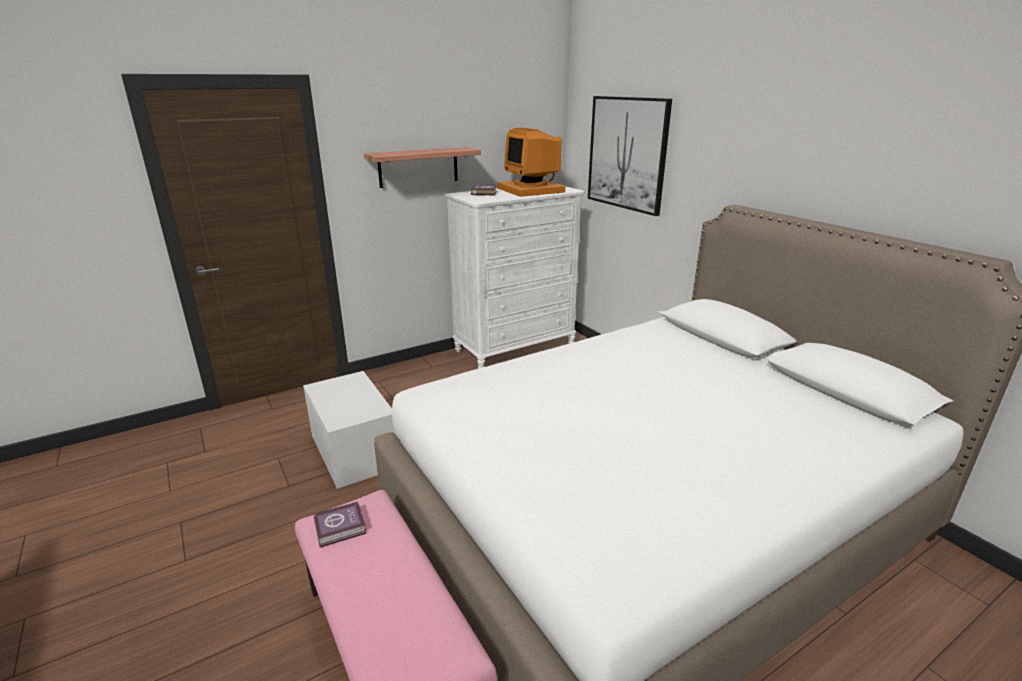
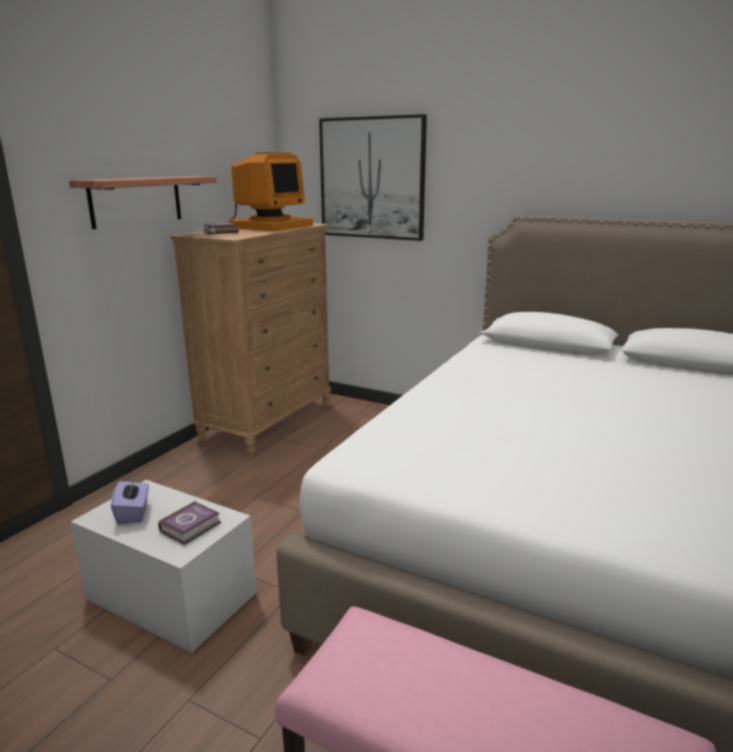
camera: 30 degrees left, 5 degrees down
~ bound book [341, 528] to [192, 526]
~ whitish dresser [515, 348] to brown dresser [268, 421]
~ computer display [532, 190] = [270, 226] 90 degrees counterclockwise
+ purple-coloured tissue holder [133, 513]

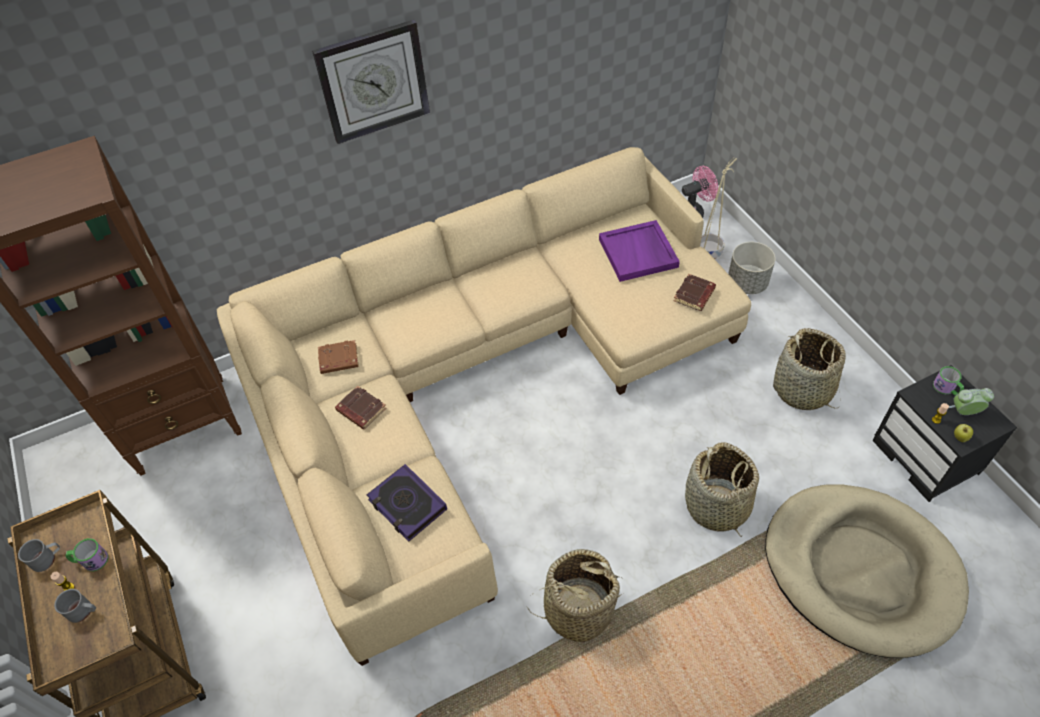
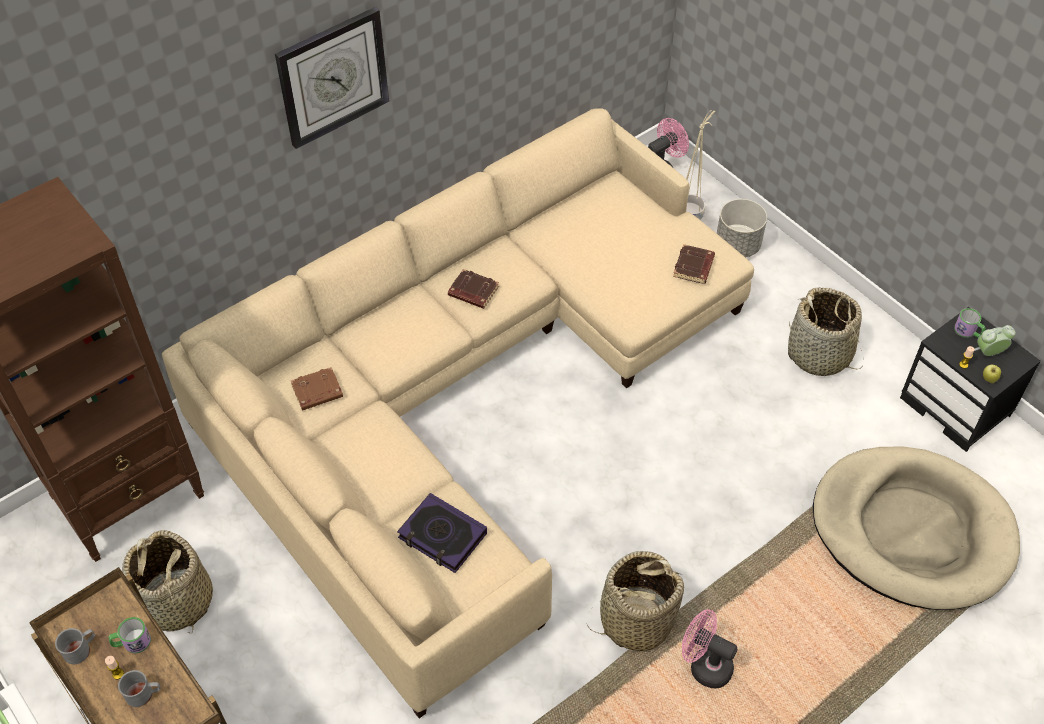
camera: 15 degrees left, 0 degrees up
~ brown bound book [360, 410] to [472, 292]
- purple-coloured carrying tray [639, 253]
~ household basket [716, 506] to [176, 602]
+ pinkish fan [704, 665]

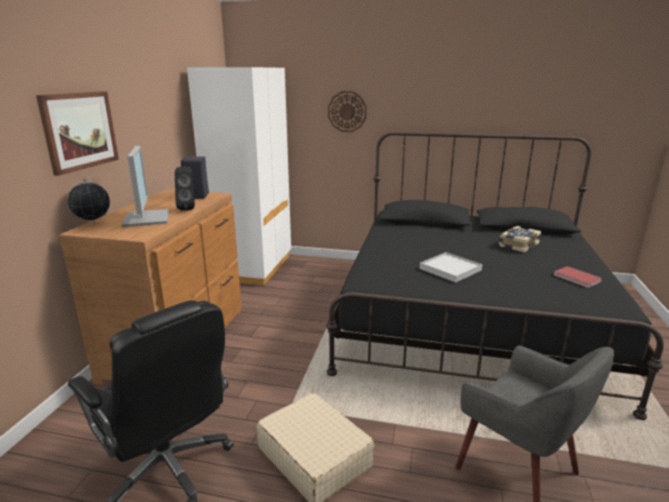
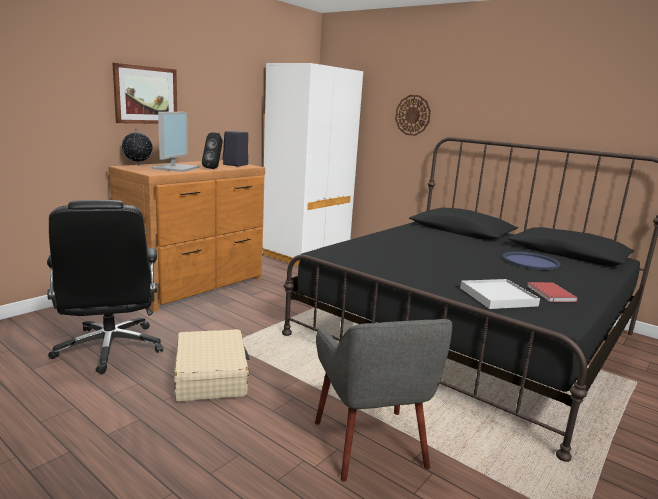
camera: 25 degrees right, 5 degrees down
~ whitish carrying tray [450, 269] to [498, 297]
~ bound book [517, 245] to blue carrying tray [530, 261]

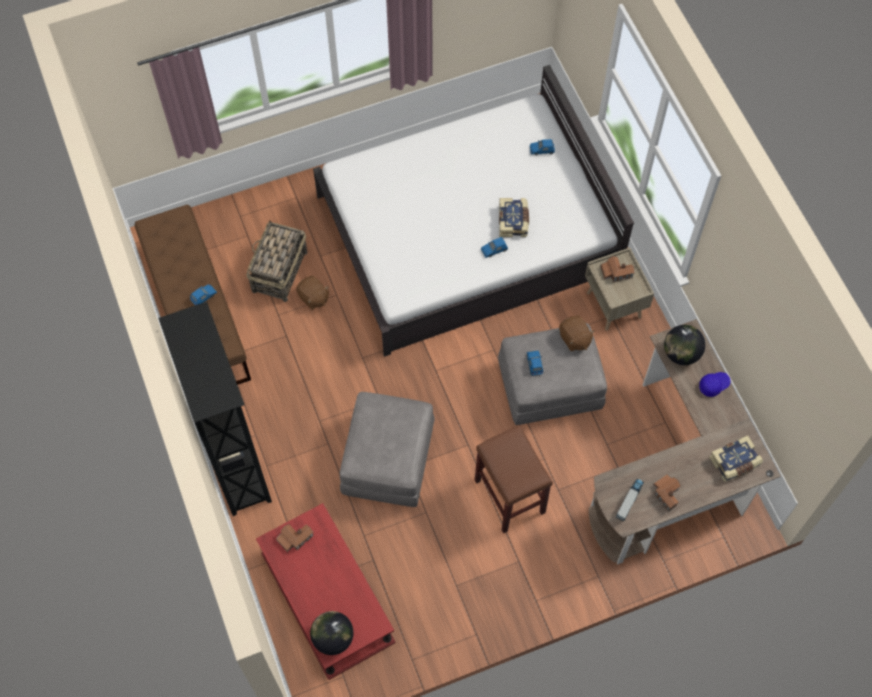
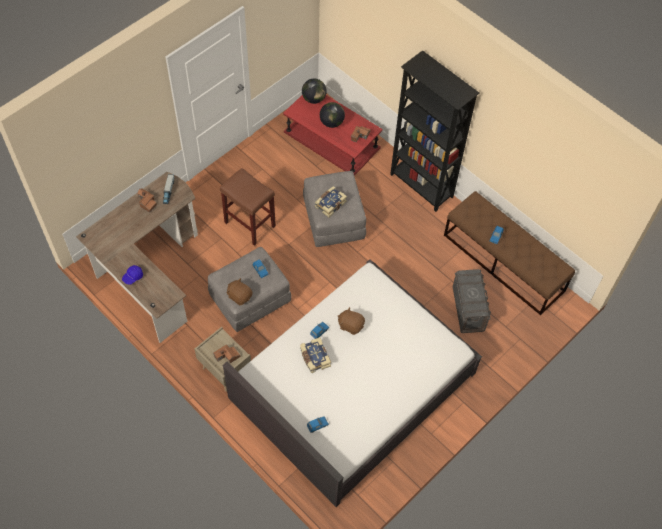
camera: 155 degrees right, 5 degrees down
~ household basket [279, 272] to gray storage container [468, 309]
~ brown soft toy [313, 298] to [351, 325]
~ globe [681, 353] to [331, 123]
~ bound book [735, 462] to [330, 204]

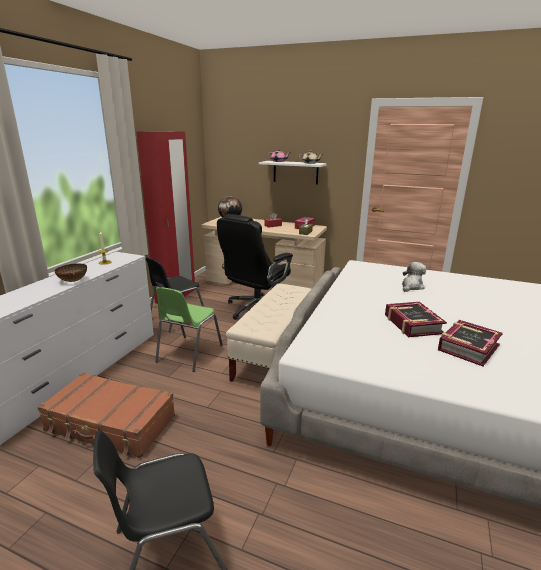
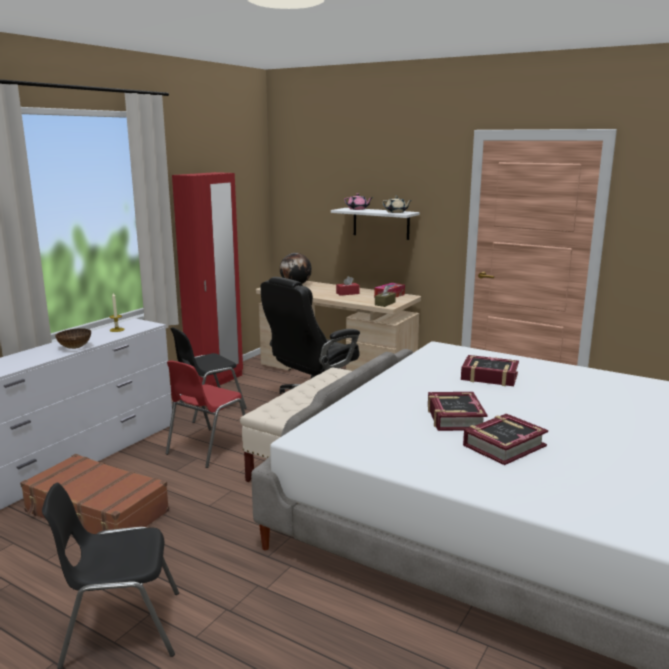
camera: 10 degrees right, 5 degrees down
~ green chair [188, 354] to red chair [208, 448]
~ soft toy [411, 286] to bound book [489, 377]

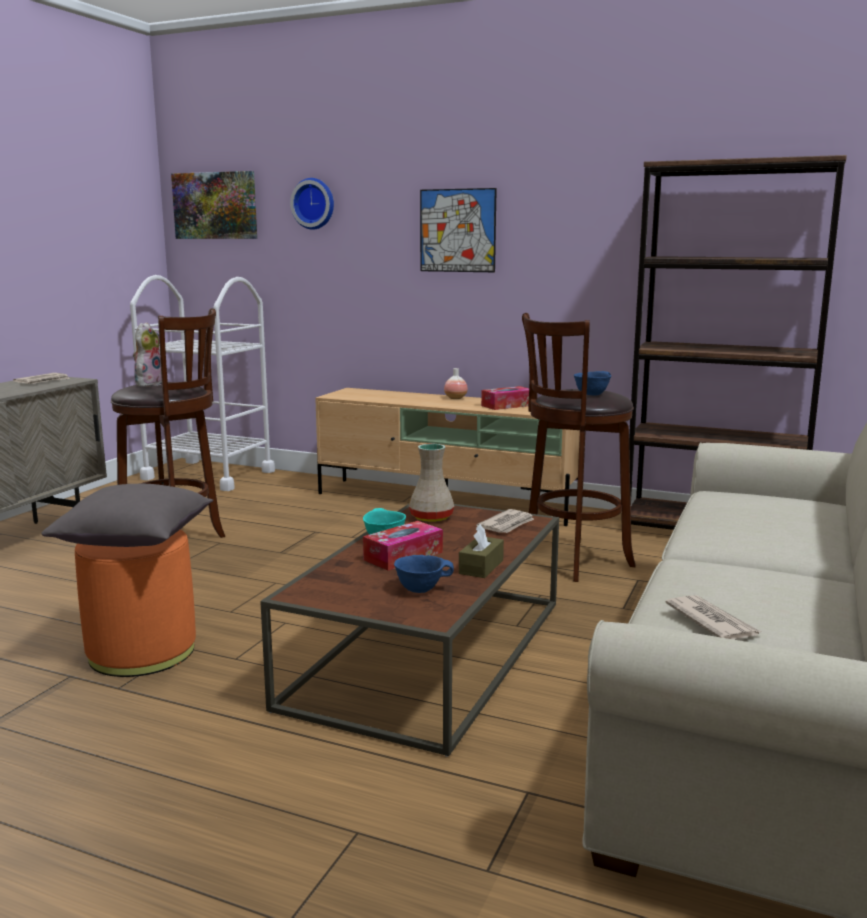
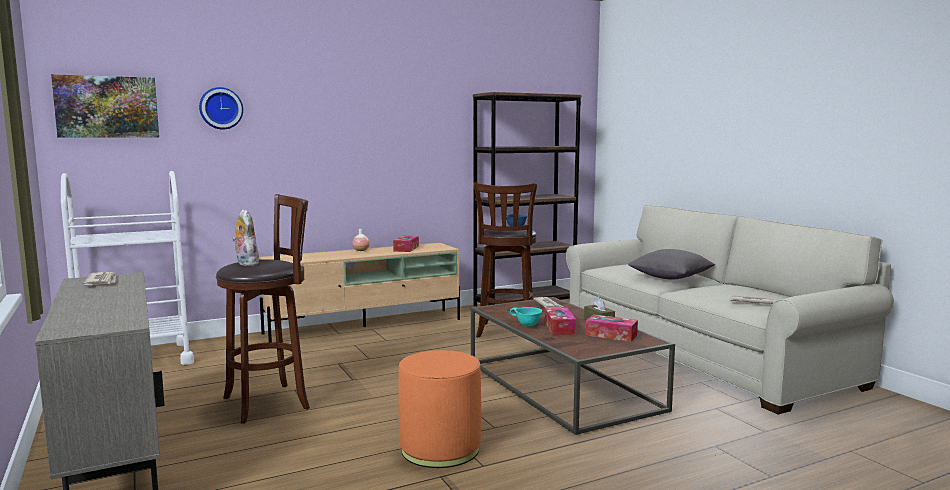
camera: 50 degrees left, 5 degrees down
~ gray cushion [135, 541] to [671, 277]
~ blue serving bowl [420, 589] to tissue holder [611, 335]
- beige decorative vase [430, 517]
- wall picture [457, 230]

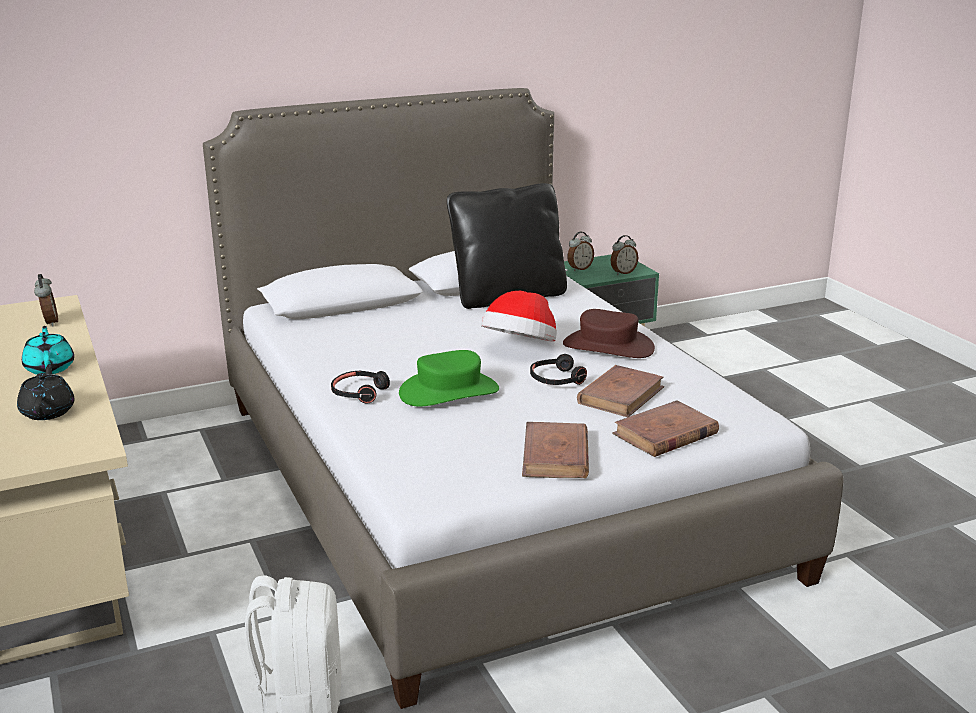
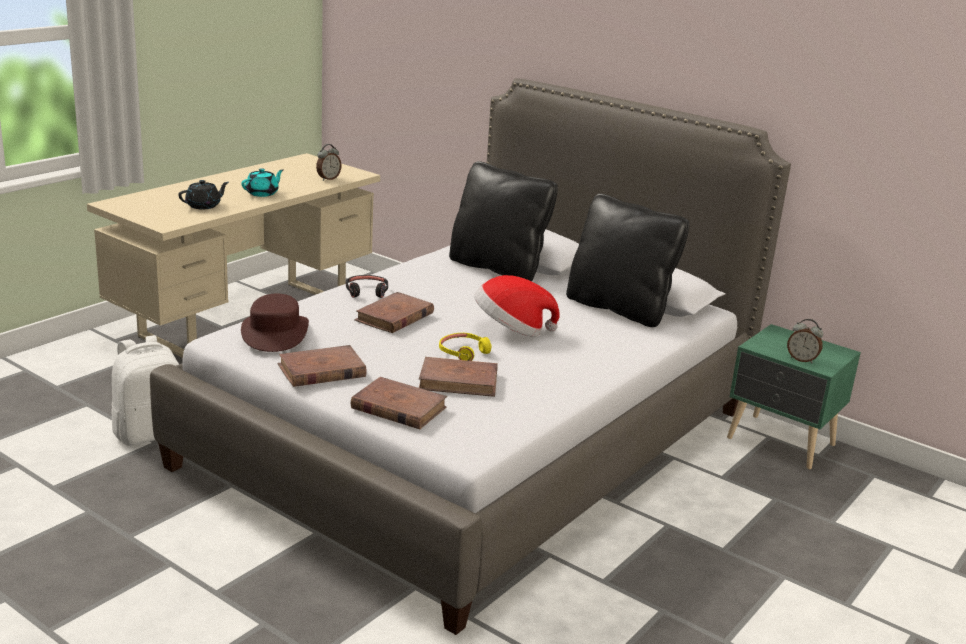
camera: 60 degrees right, 0 degrees up
~ green wearable hat [449, 391] to brown bound book [394, 317]
~ black-coloured headset [556, 379] to yellowish headset [463, 352]
~ brown wearable hat [608, 346] to [275, 333]
- table clock [579, 268]
+ black-coloured cushion [498, 268]

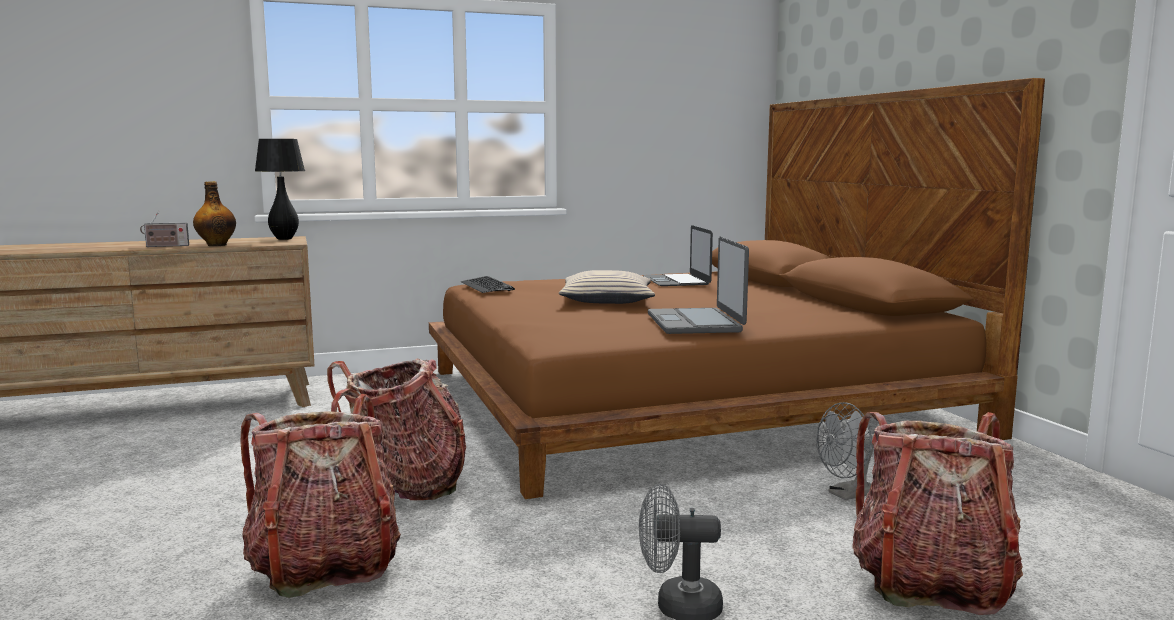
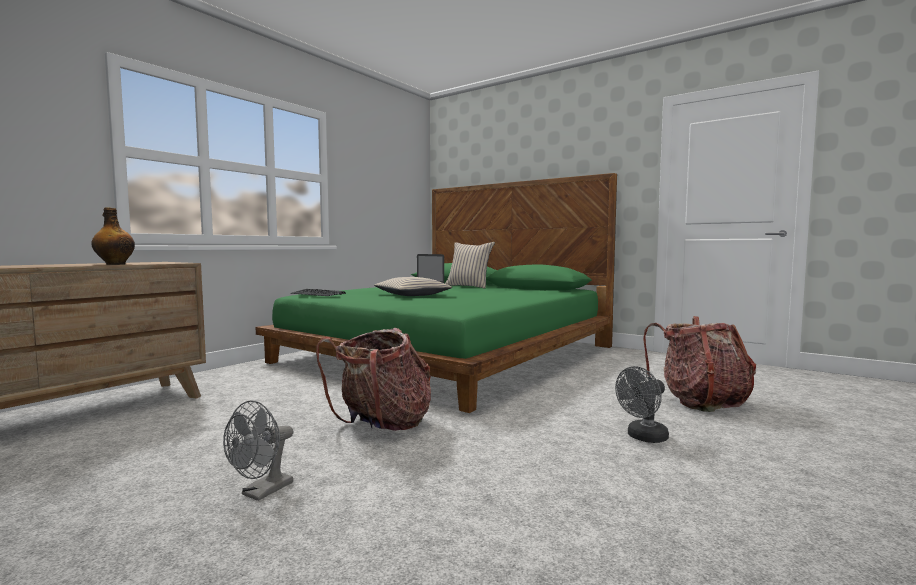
camera: 35 degrees left, 5 degrees down
- radio [165, 246]
- knapsack [324, 566]
- black-coloured tabletop lamp [284, 239]
~ brown bed [681, 400] to green bed [447, 354]
- portable computer [695, 323]
~ gray fan [847, 494] to [262, 492]
+ beige cushion [469, 286]

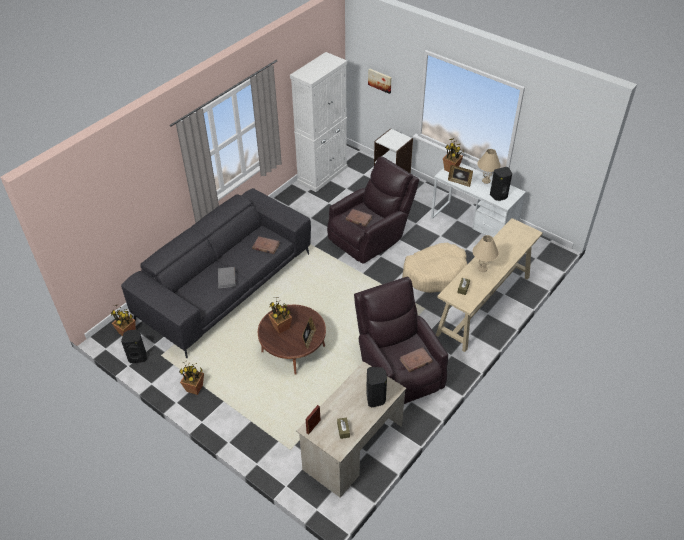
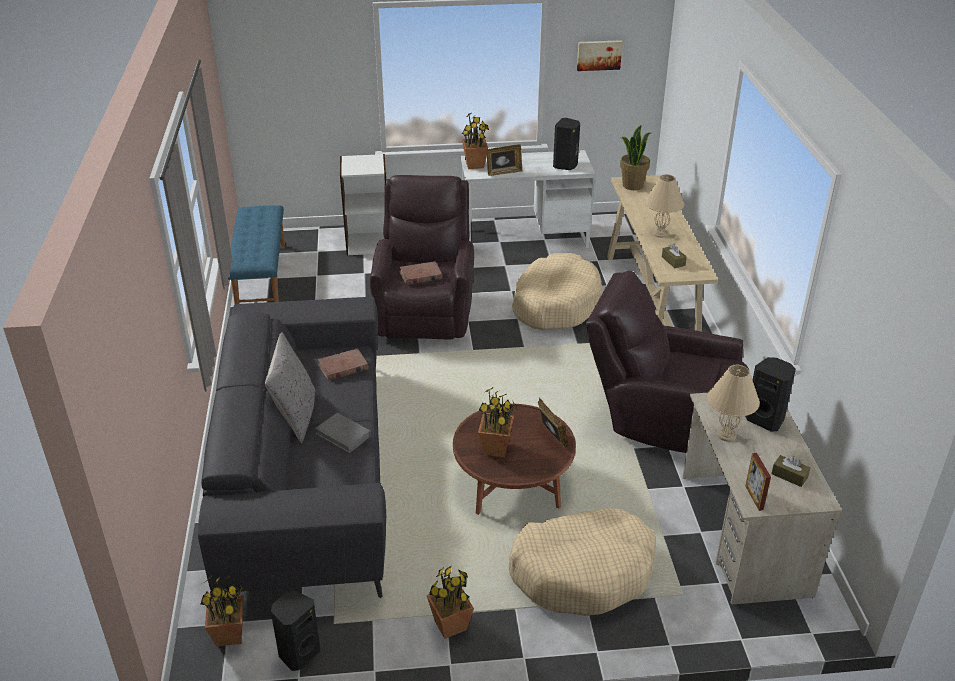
camera: 45 degrees left, 10 degrees down
~ whitish cupboard [322, 174] to blue bench [260, 276]
~ wall picture [380, 80] to [599, 55]
- brown bound book [415, 361]
~ beige tabletop lamp [486, 181] to [727, 435]
+ gray cushion [295, 415]
+ beige dog bed [583, 572]
+ plant in a pot [632, 185]

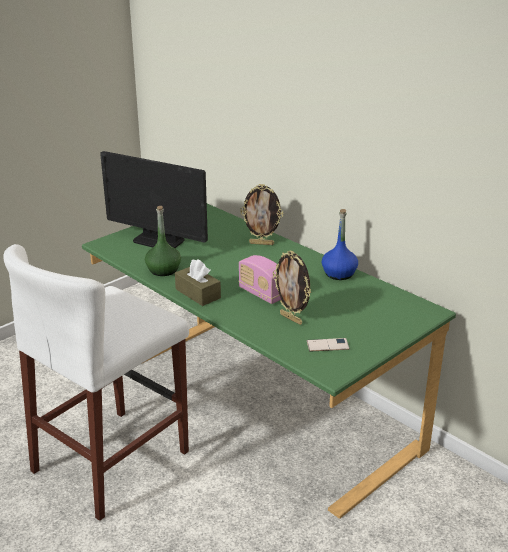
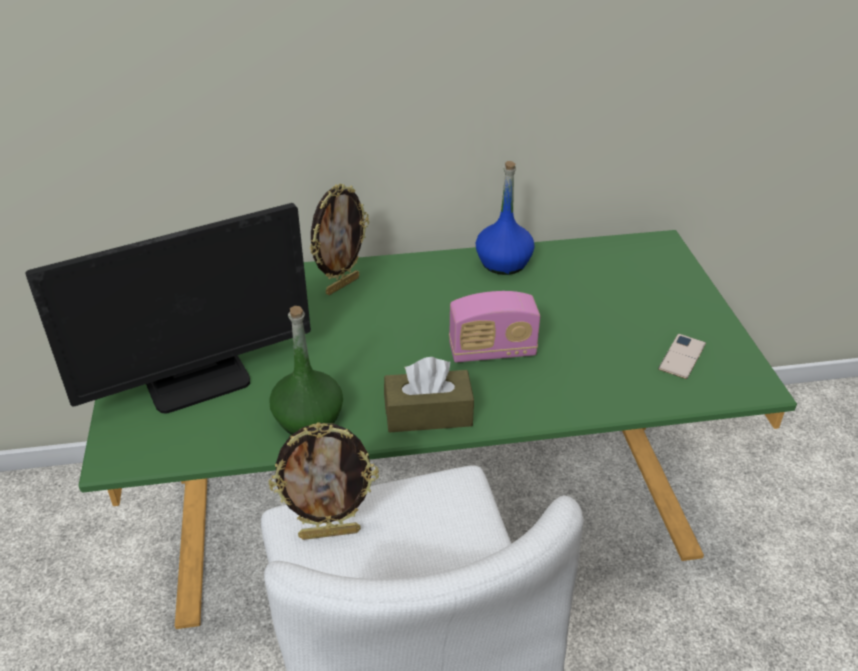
camera: 55 degrees left, 10 degrees up
~ photo frame [291, 319] to [330, 532]

